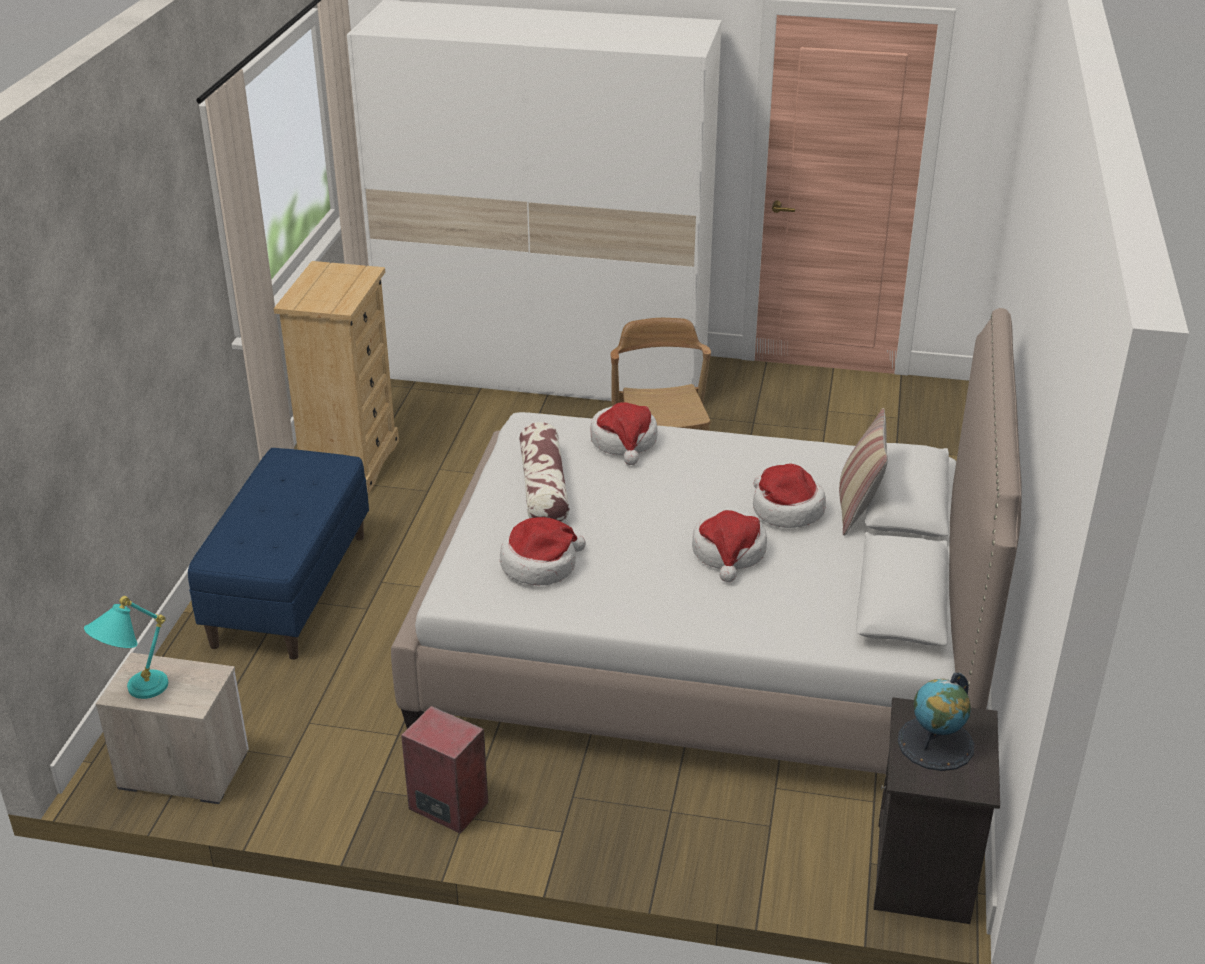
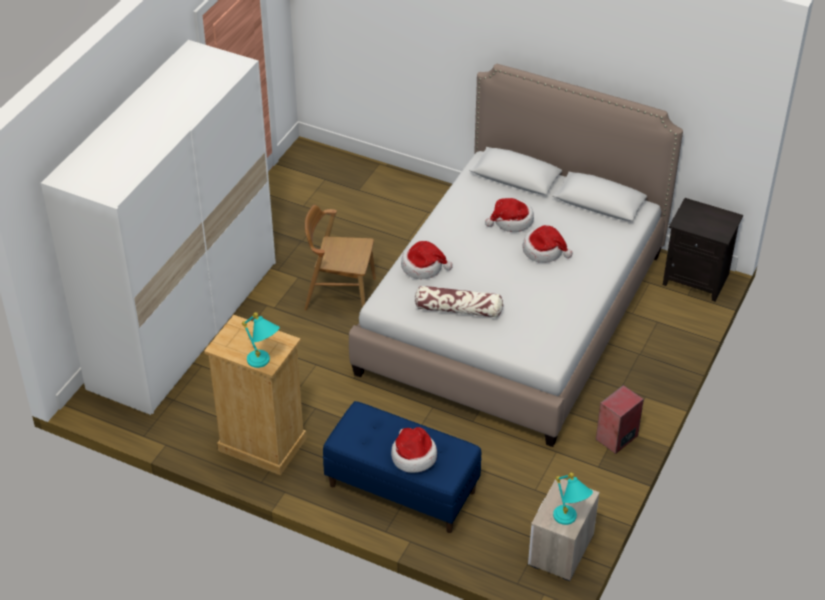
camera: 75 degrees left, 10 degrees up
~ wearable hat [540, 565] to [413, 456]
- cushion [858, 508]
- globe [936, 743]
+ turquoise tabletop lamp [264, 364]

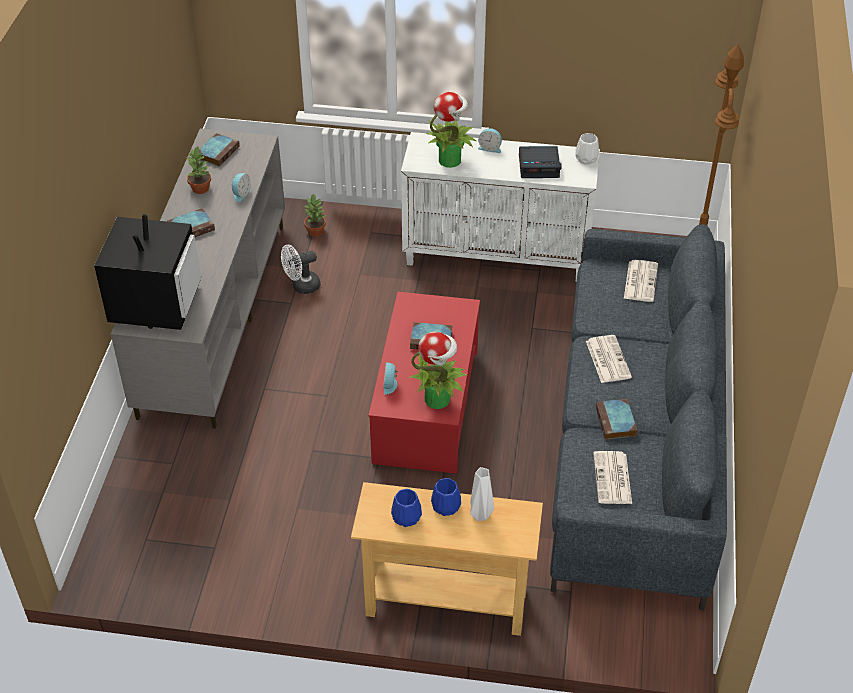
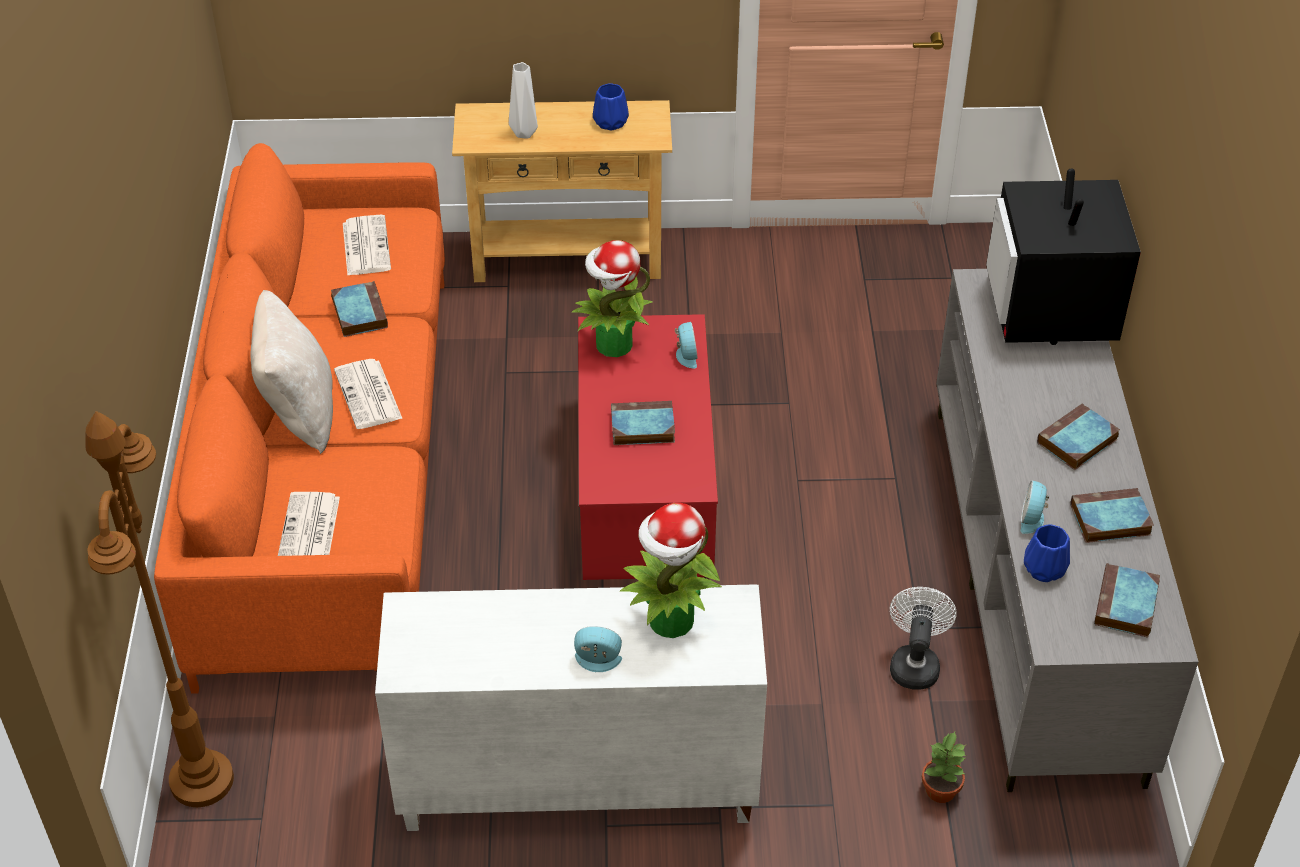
camera: 170 degrees right, 0 degrees up
~ plant in a pot [201, 188] to bound book [1108, 520]
~ whitish fan [301, 286] = [914, 663] 45 degrees counterclockwise
~ blue decorative vase [445, 506] to [1045, 569]
- table clock [539, 166]
~ gray settee [634, 444] to orange-coloured settee [331, 469]
- whitish decorative vase [587, 159]
+ beige cushion [299, 412]

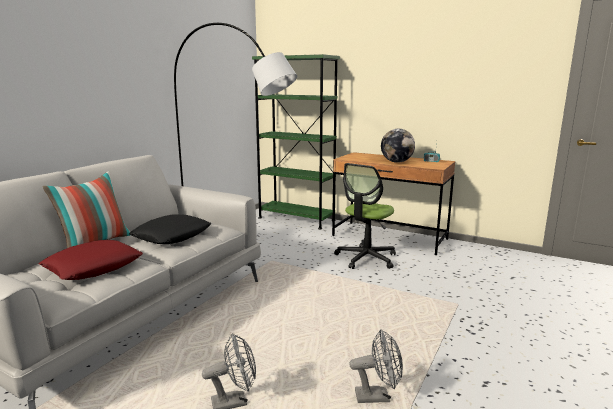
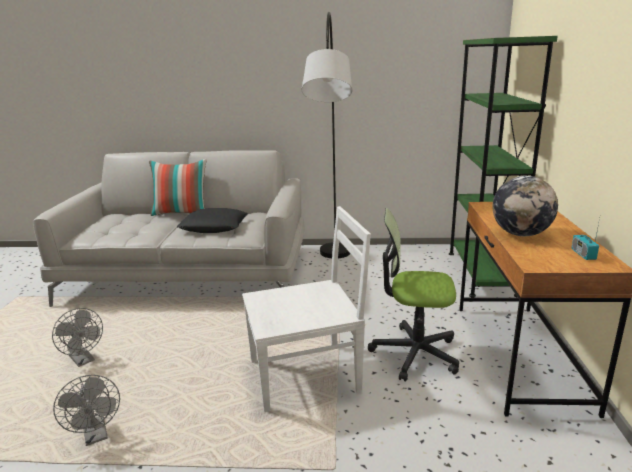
camera: 65 degrees right, 5 degrees up
- red cushion [93, 267]
+ whitish chair [307, 375]

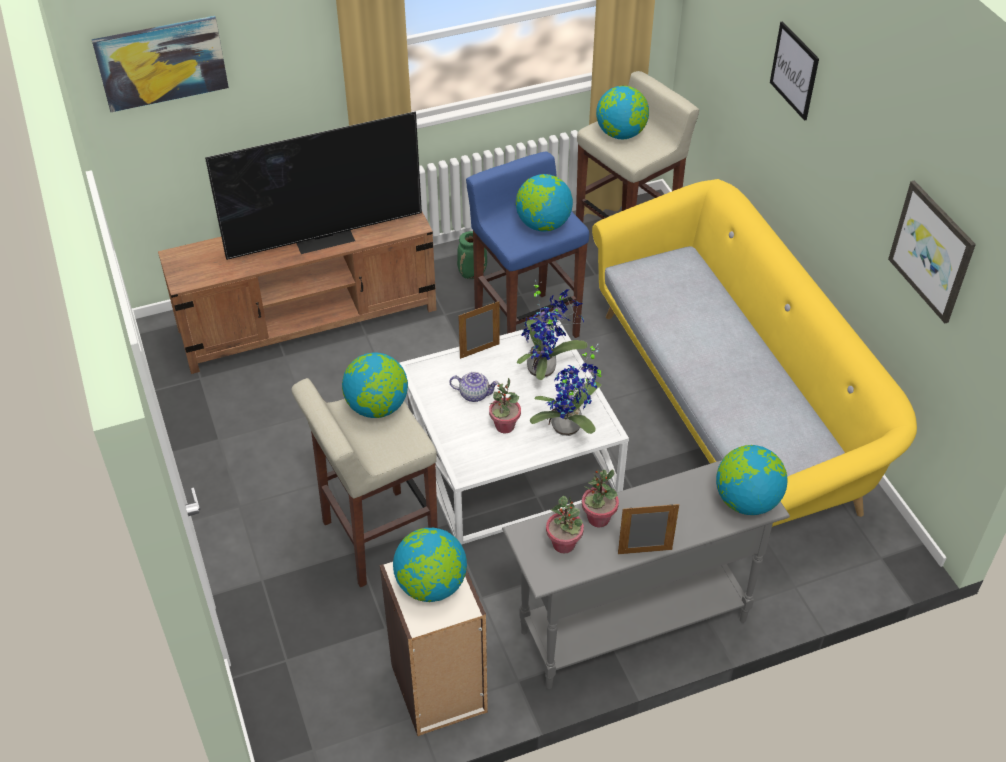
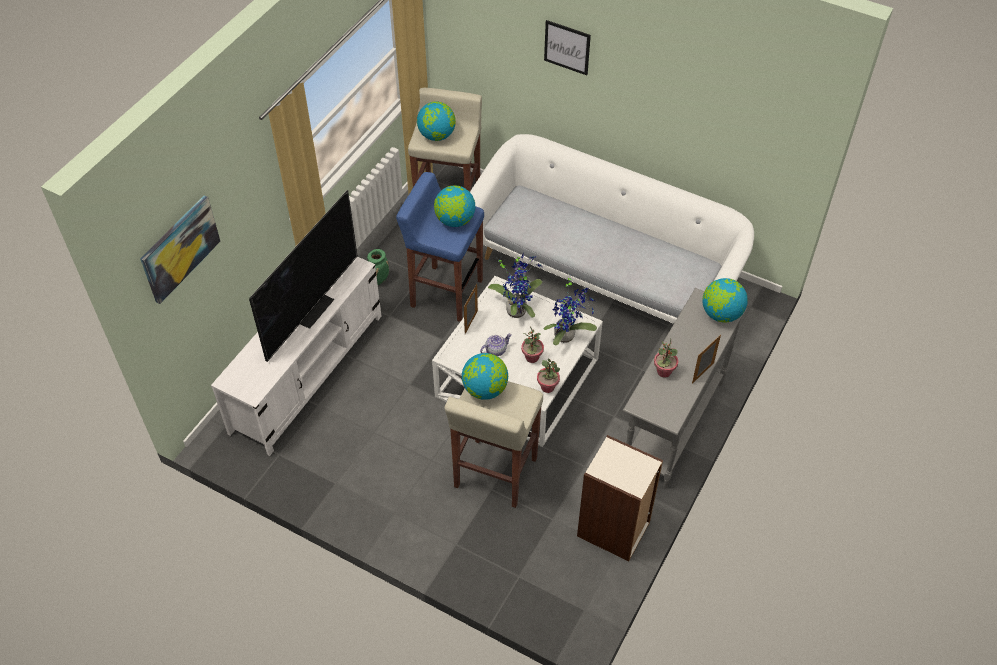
camera: 40 degrees left, 5 degrees up
~ brown media console [309, 320] to whitish media console [308, 372]
- globe [431, 586]
~ plant in a pot [564, 544] to [547, 387]
~ yellowish settee [731, 407] to whitish settee [604, 270]
- wall picture [932, 251]

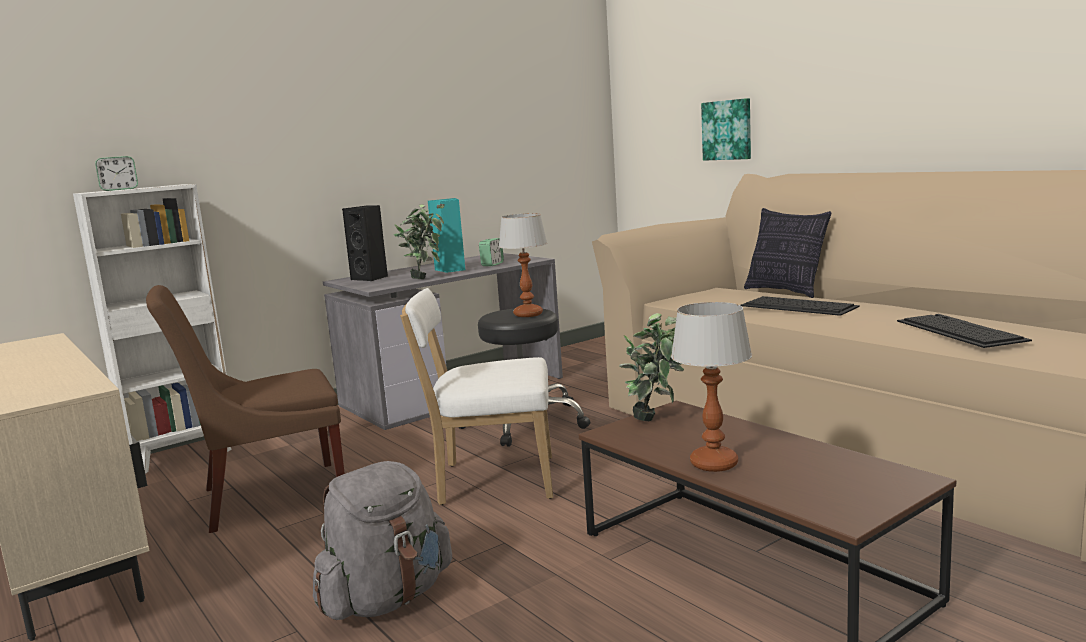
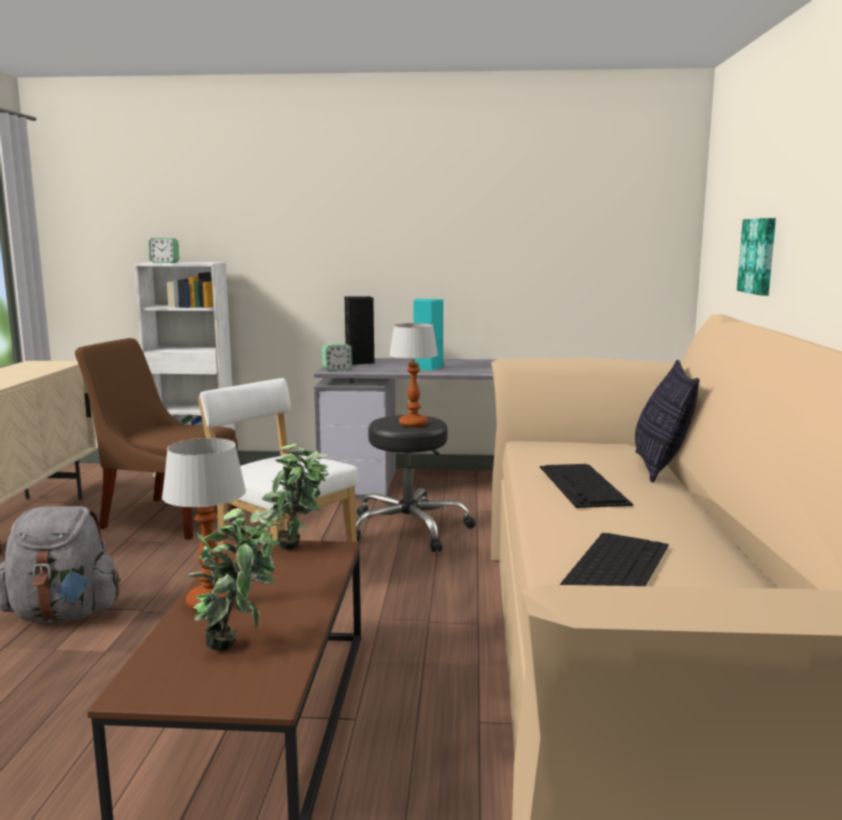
camera: 40 degrees right, 0 degrees up
~ plant in a pot [425, 278] to [240, 644]
~ table clock [492, 264] to [337, 369]

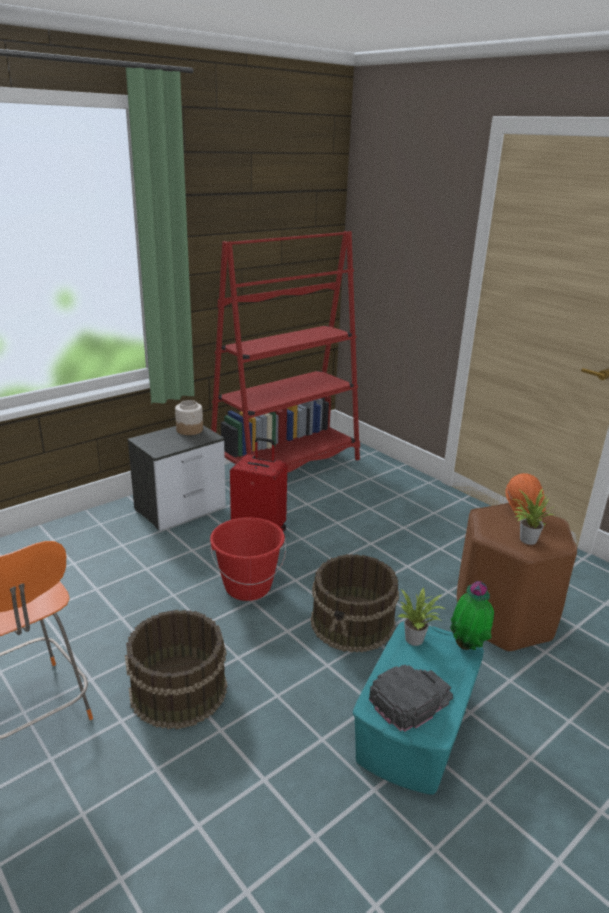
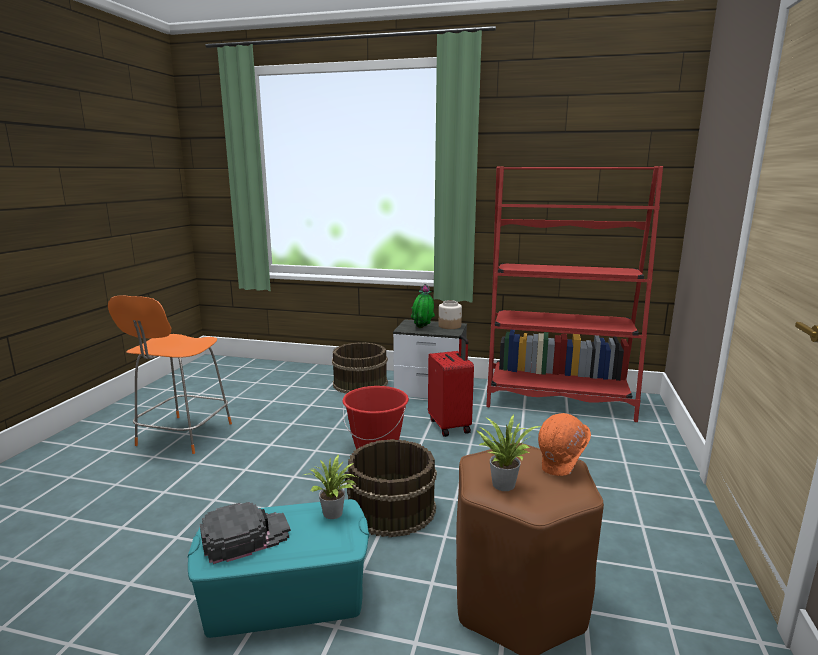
camera: 55 degrees right, 10 degrees down
~ brown bucket [177, 689] to [360, 383]
~ black-coloured cap [411, 698] = [245, 536] 45 degrees counterclockwise
~ plant in a pot [468, 646] to [422, 328]

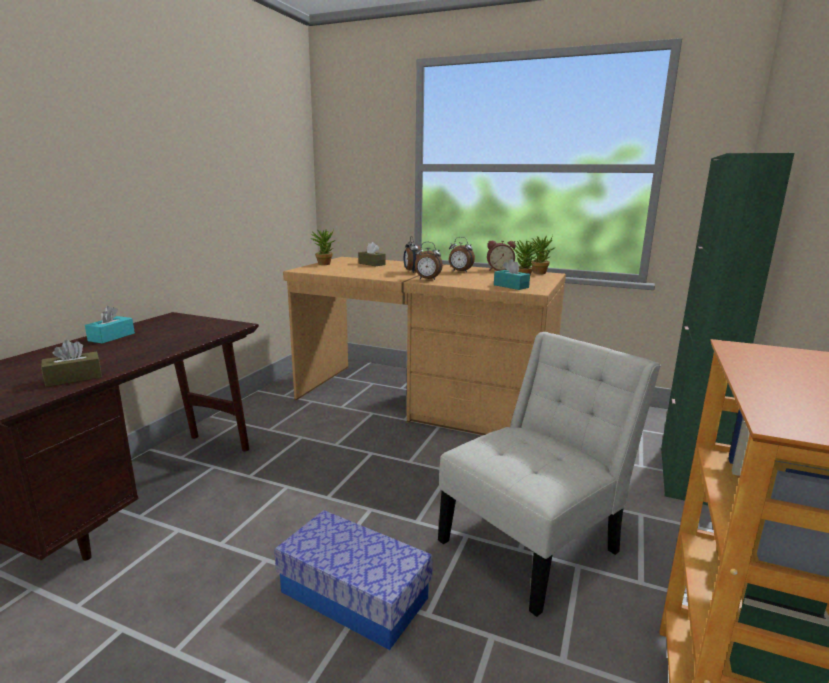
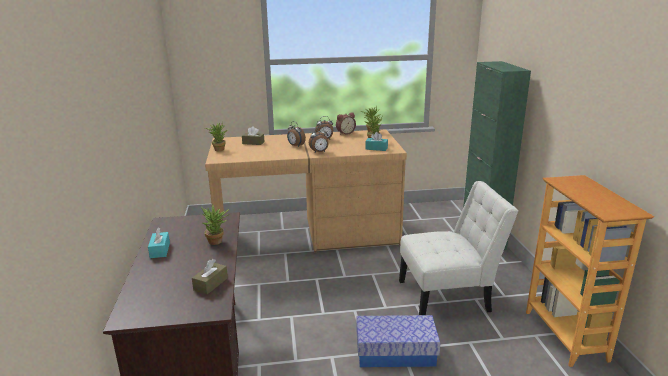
camera: 30 degrees left, 5 degrees up
~ whitish chair [535, 542] = [449, 295] 60 degrees clockwise
+ plant in a pot [217, 242]

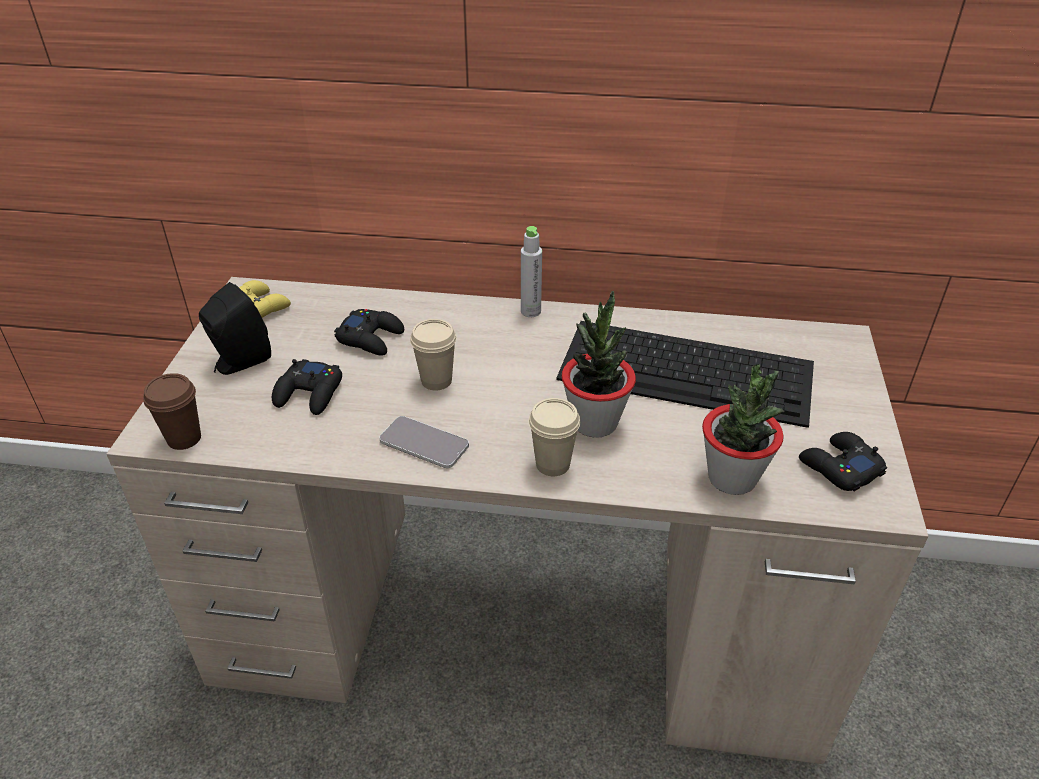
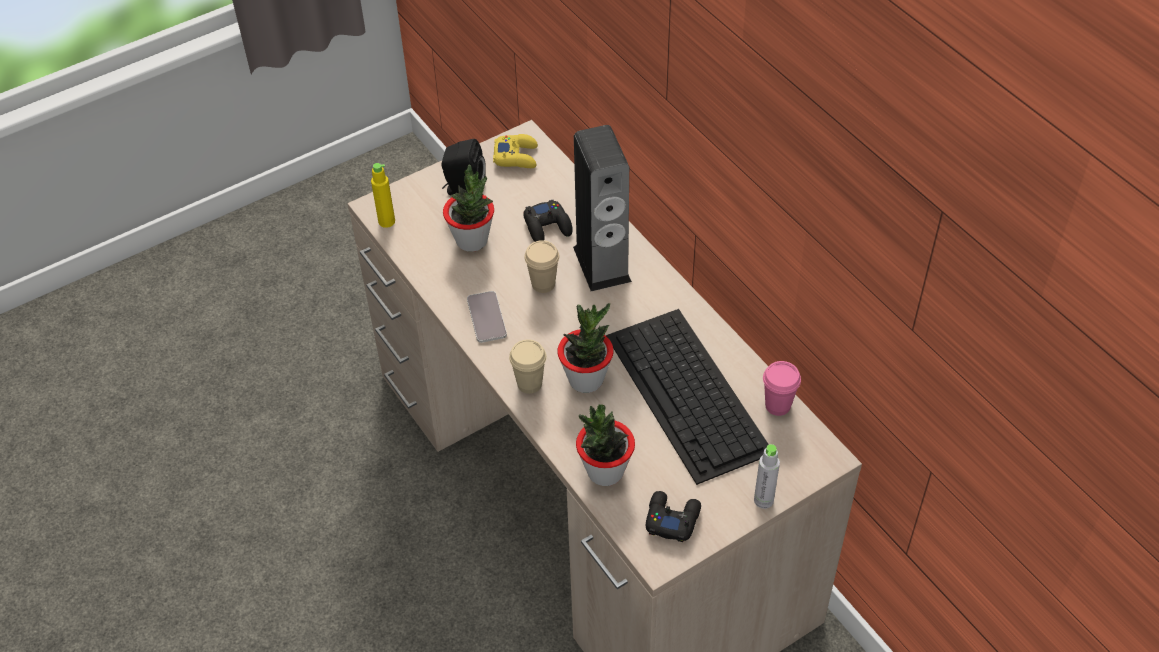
camera: 50 degrees right, 10 degrees up
~ brown small cup [184, 438] to yellowish bottle [386, 221]
~ black-coloured gamepad [310, 394] to plant in a pot [472, 240]
~ gray bottle [530, 311] to [763, 500]
+ loudspeaker [602, 264]
+ pinkish small cup [777, 405]

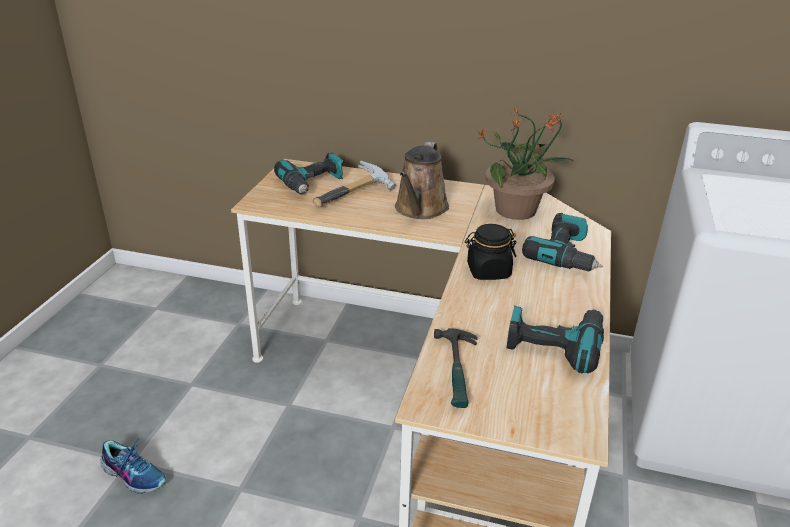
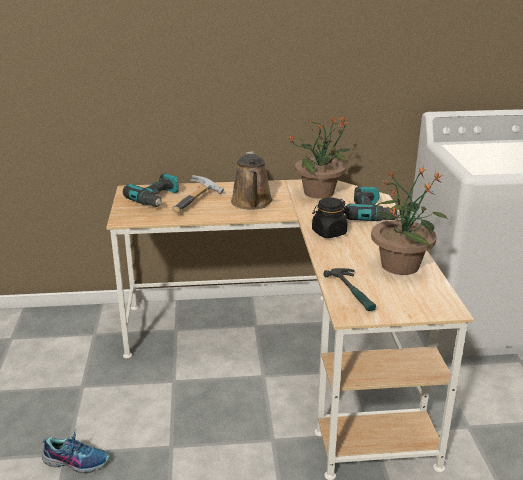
camera: 20 degrees left, 5 degrees down
~ electric drill [554, 343] to plant in a pot [400, 265]

